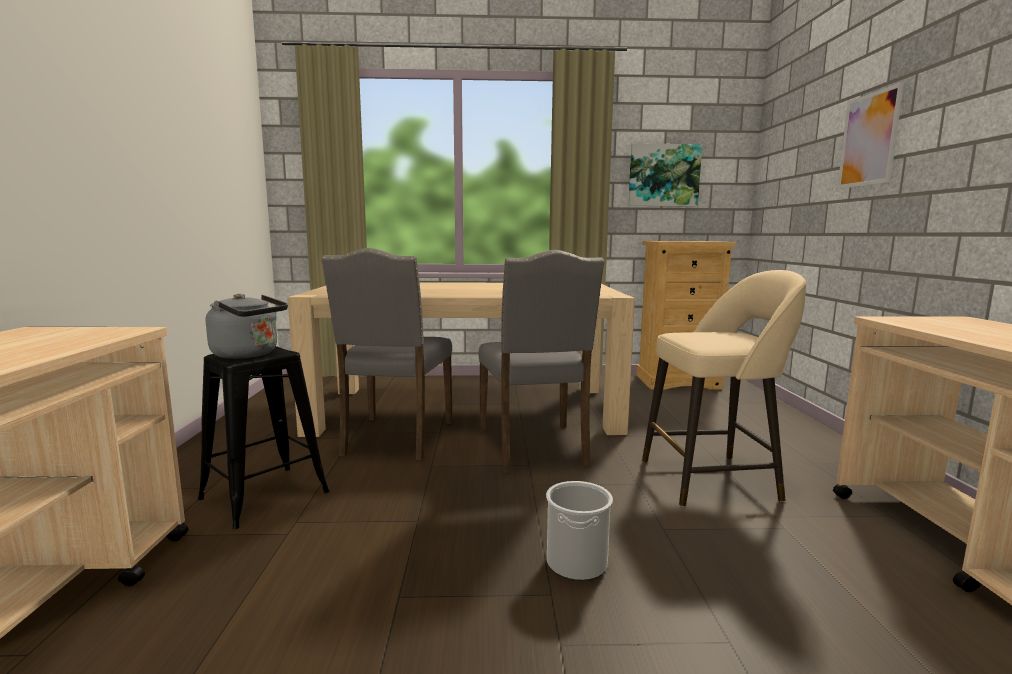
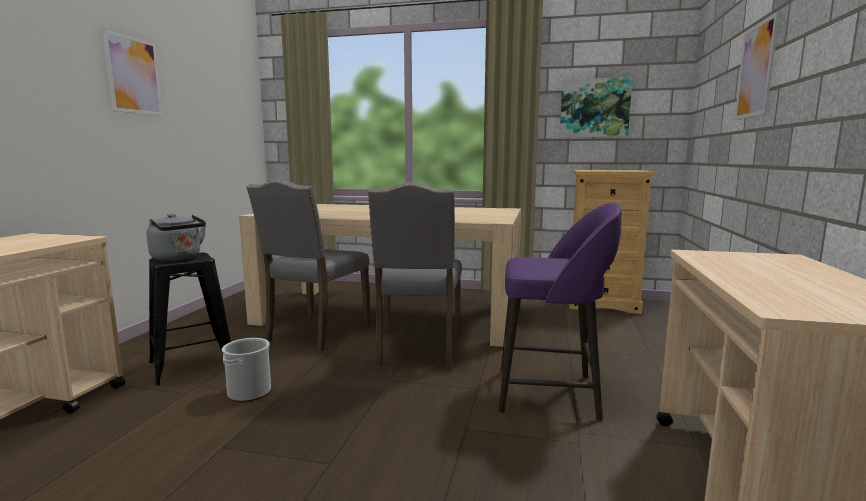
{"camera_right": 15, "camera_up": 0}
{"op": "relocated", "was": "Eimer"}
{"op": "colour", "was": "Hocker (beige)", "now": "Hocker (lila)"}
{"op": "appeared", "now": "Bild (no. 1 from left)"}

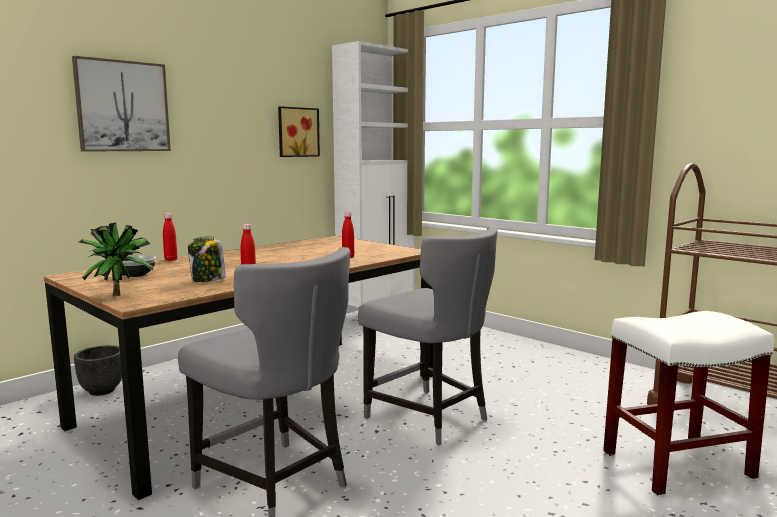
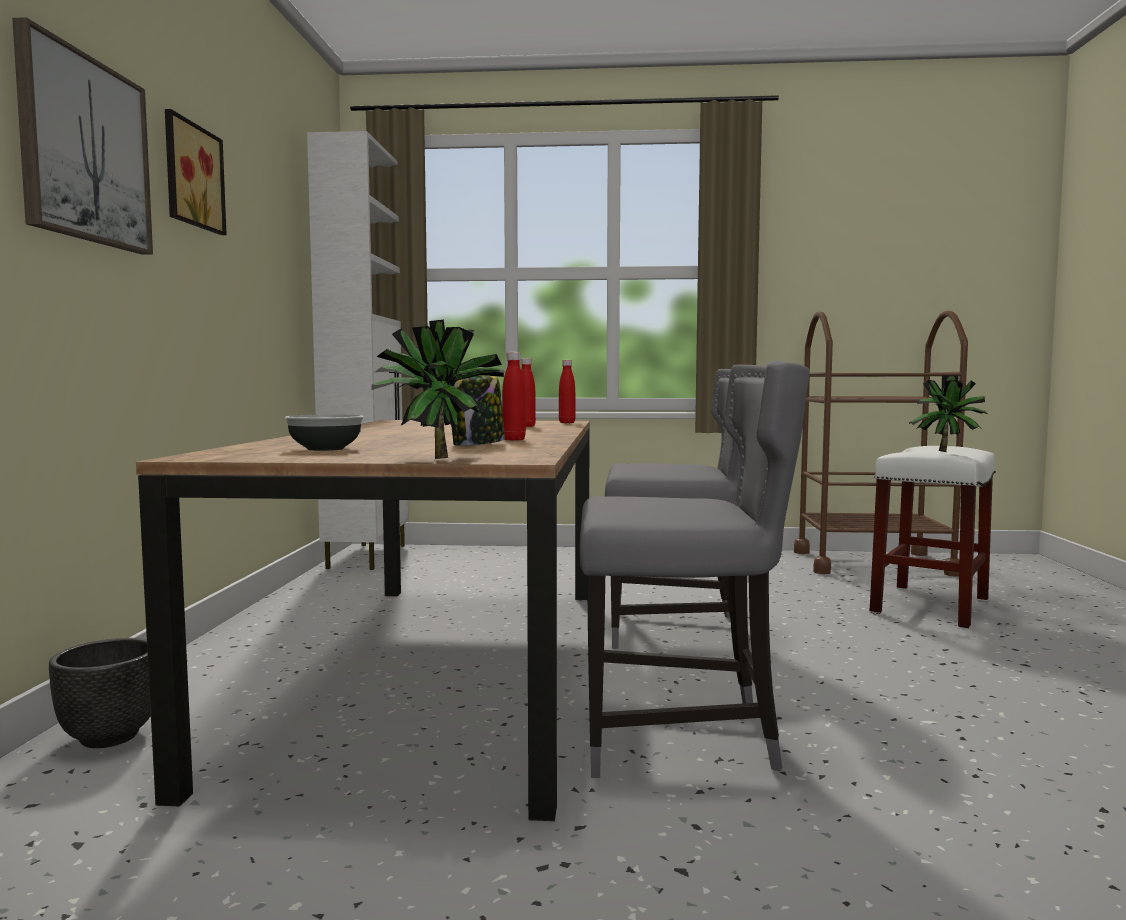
{"camera_right": -40, "camera_up": -5}
{"op": "relocated", "was": "Flasche (rot) (no. 1 from left in the first image)", "now": "Flasche (rot) (no. 3 from left)"}
{"op": "relocated", "was": "Bild (no. 2 from left)"}
{"op": "appeared", "now": "Topfpflanze (no. 2 from left)"}

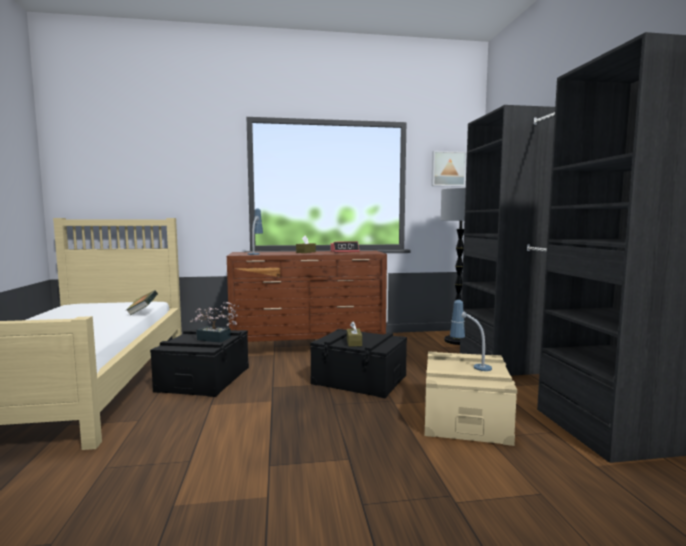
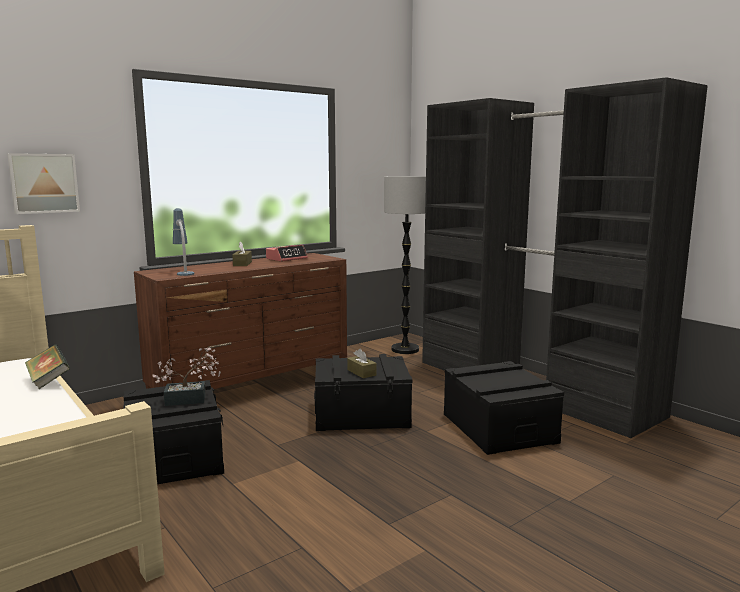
{"camera_right": -30, "camera_up": 5}
{"op": "colour", "was": "Aufbewahrungsbox (beige)", "now": "Aufbewahrungsbox (schwarz) (no. 3 from left)"}
{"op": "relocated", "was": "Bild"}
{"op": "missing", "was": "Tischlampe (no. 2 from left)"}

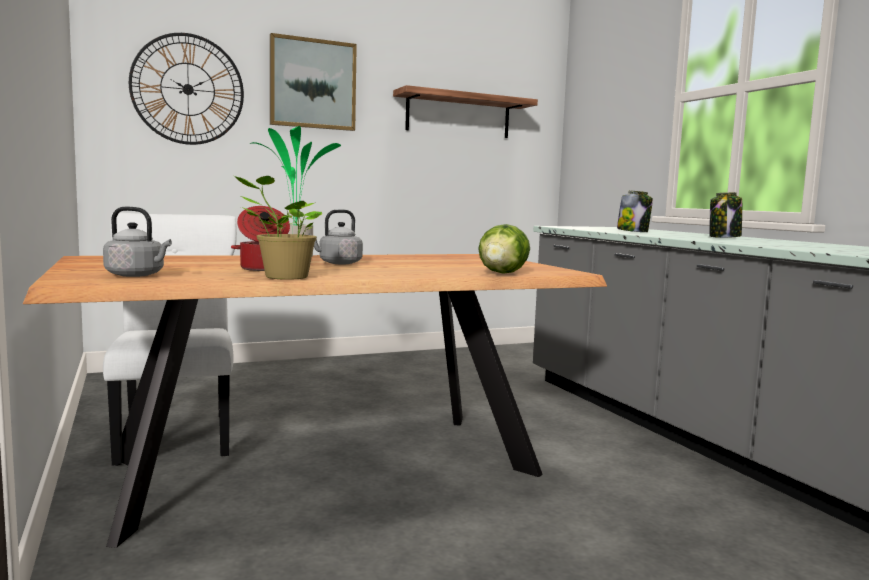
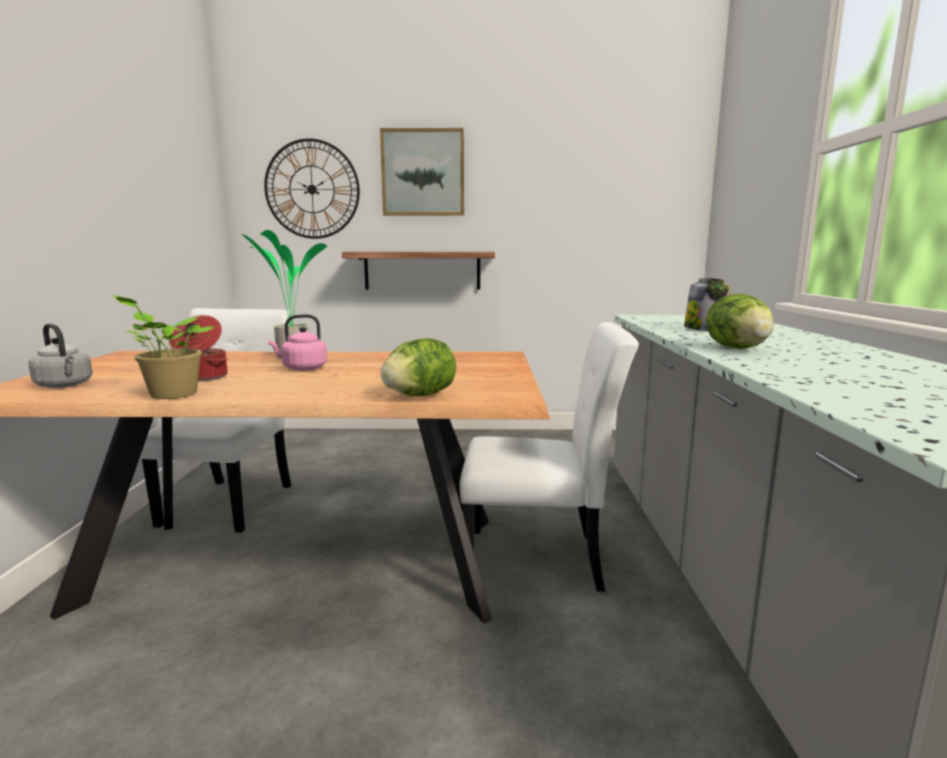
{"camera_right": 25, "camera_up": 5}
{"op": "colour", "was": "Wasserkessel (grau) (no. 2 from left)", "now": "Wasserkessel (rosa)"}
{"op": "relocated", "was": "Wandregal"}
{"op": "missing", "was": "Vorratsglas (no. 2 from left)"}
{"op": "appeared", "now": "Stuhl (weiß) (no. 2 from left)"}
{"op": "appeared", "now": "Salatkopf (no. 2 from left)"}

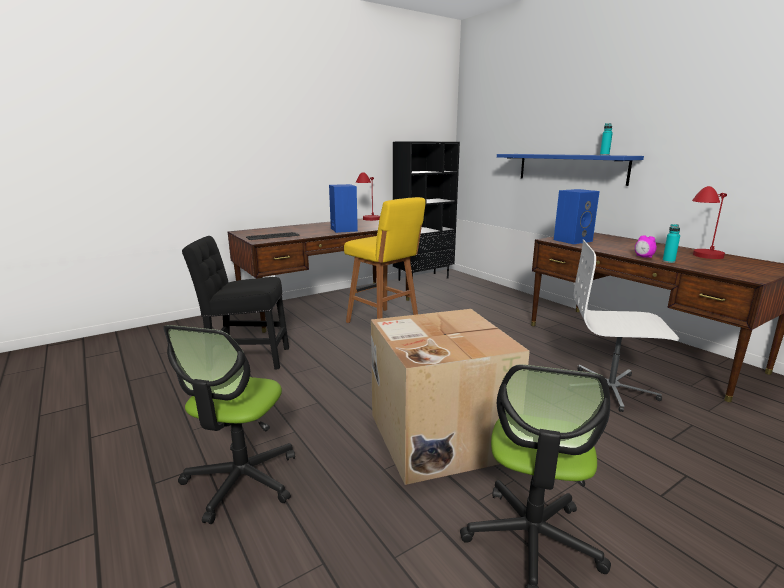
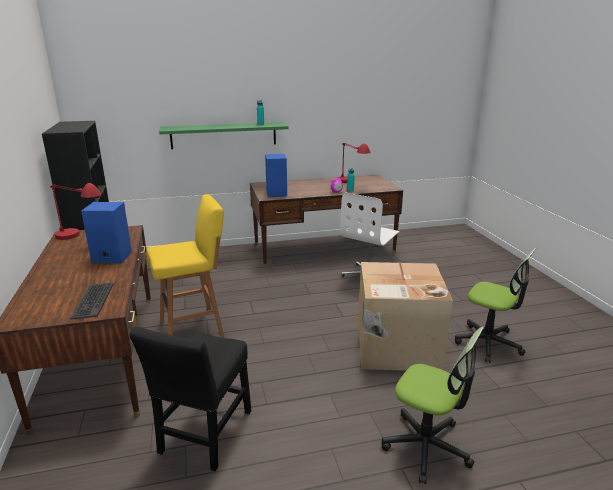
{"camera_right": -70, "camera_up": 5}
{"op": "colour", "was": "Wandregal (blau)", "now": "Wandregal (grün)"}

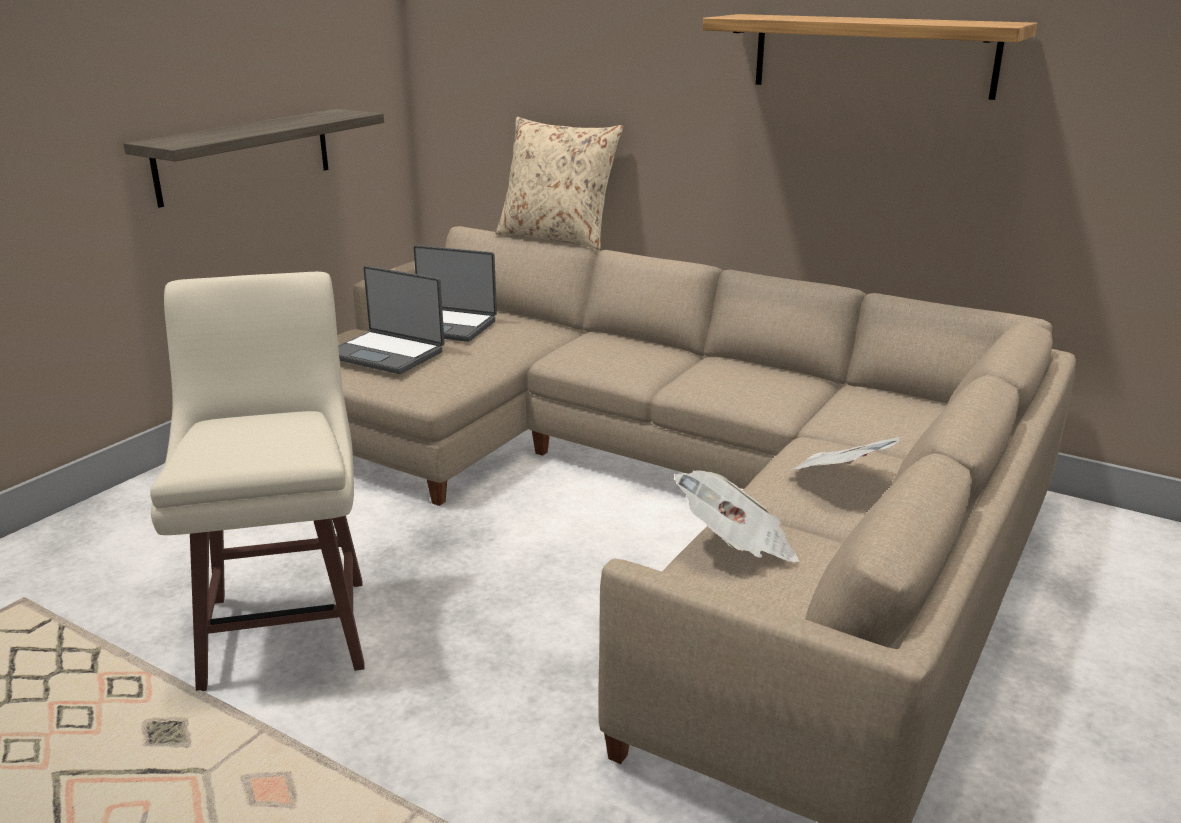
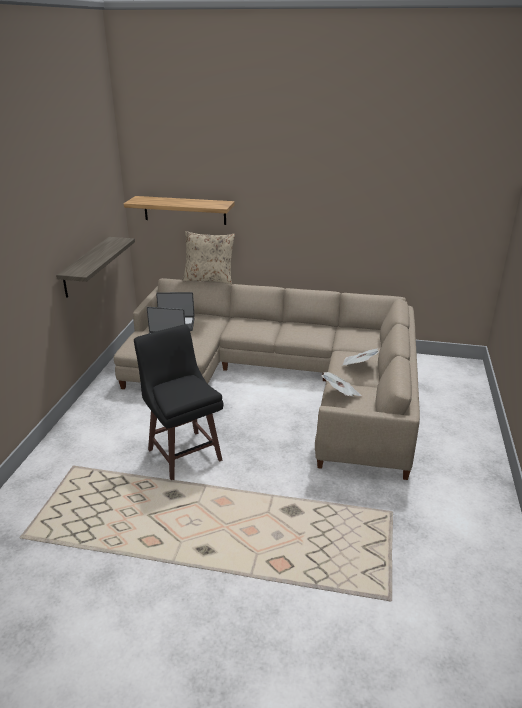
{"camera_right": -20, "camera_up": 5}
{"op": "colour", "was": "Hocker (beige)", "now": "Hocker (schwarz)"}
{"op": "relocated", "was": "Wandregal (no. 2 from left)"}

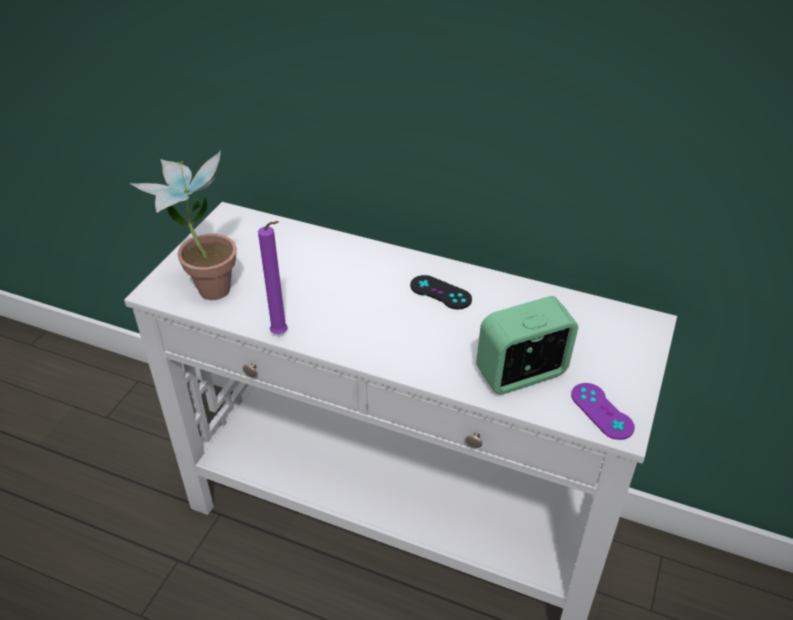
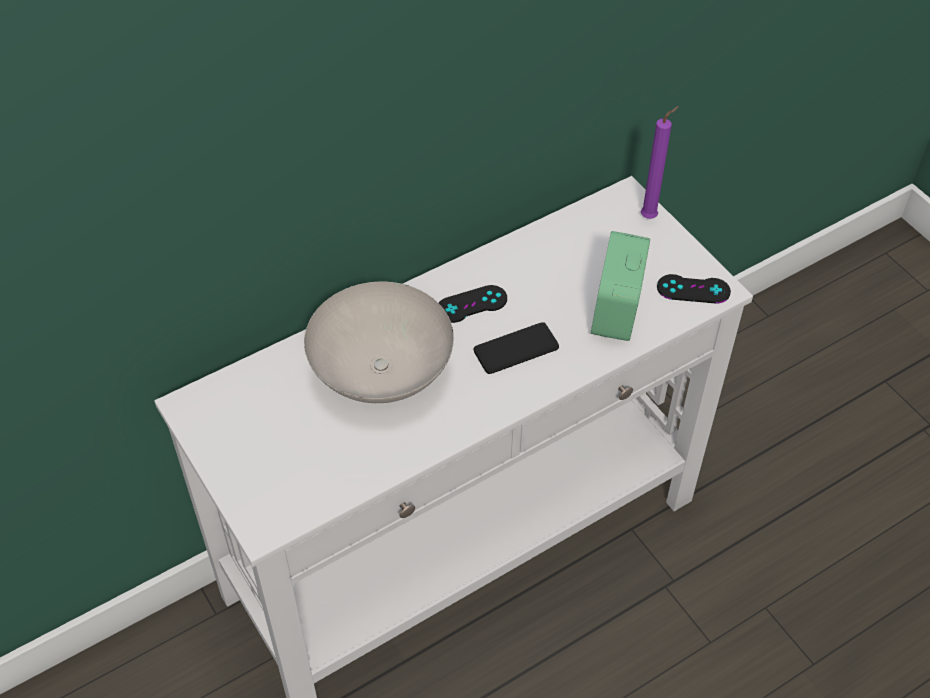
{"camera_right": -55, "camera_up": 10}
{"op": "missing", "was": "Topfpflanze"}
{"op": "relocated", "was": "Kerze (lila)"}
{"op": "colour", "was": "Gamepad (lila)", "now": "Gamepad (schwarz) (no. 2 from left)"}
{"op": "appeared", "now": "Schüssel (weiß)"}
{"op": "appeared", "now": "Handy"}

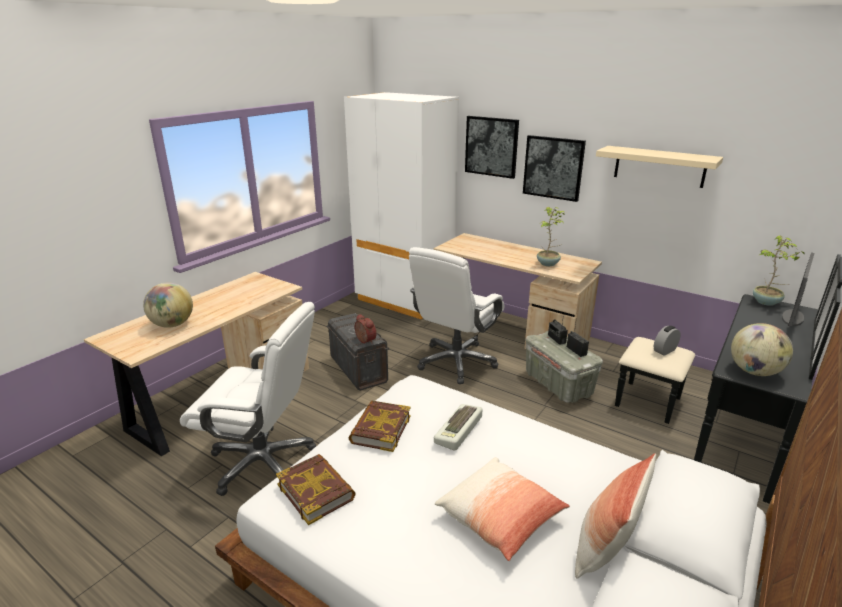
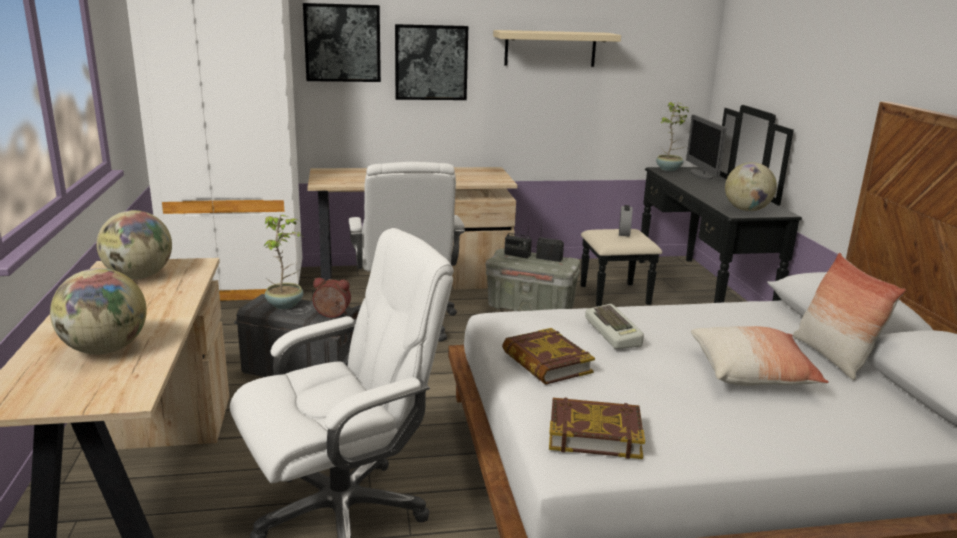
{"camera_right": -45, "camera_up": -5}
{"op": "relocated", "was": "Topfpflanze (no. 1 from left)"}
{"op": "appeared", "now": "Globus (no. 2 from left)"}

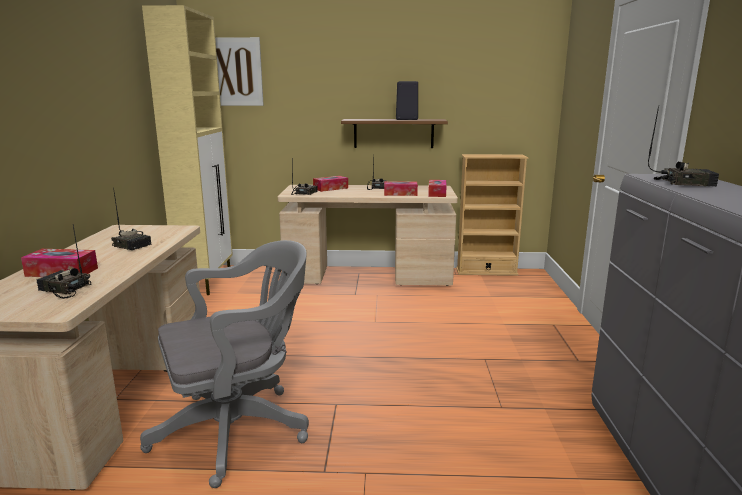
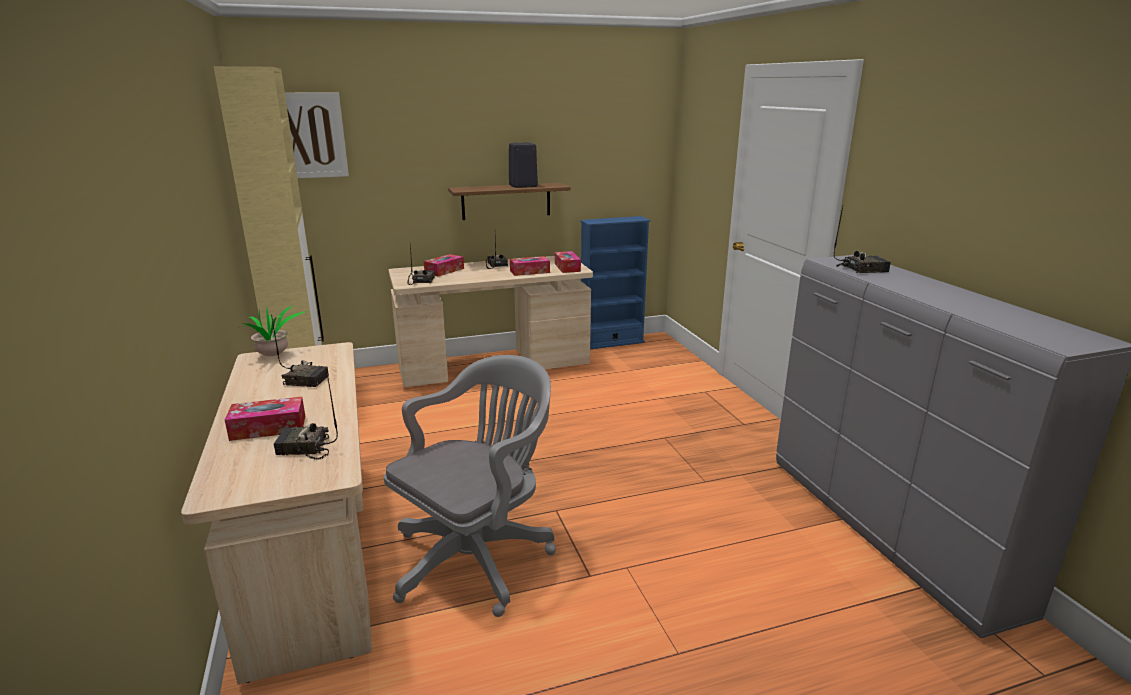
{"camera_right": -20, "camera_up": 5}
{"op": "colour", "was": "Bücherregal (beige)", "now": "Bücherregal (blau)"}
{"op": "appeared", "now": "Topfpflanze"}

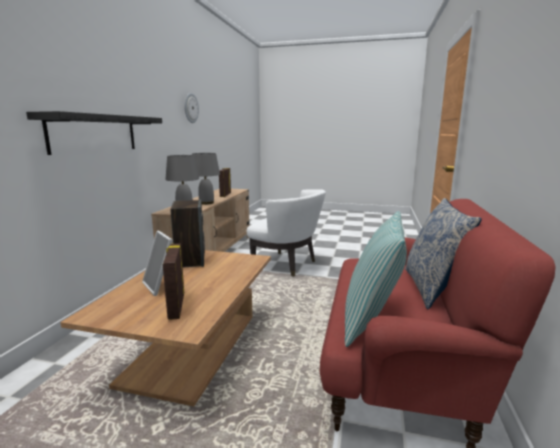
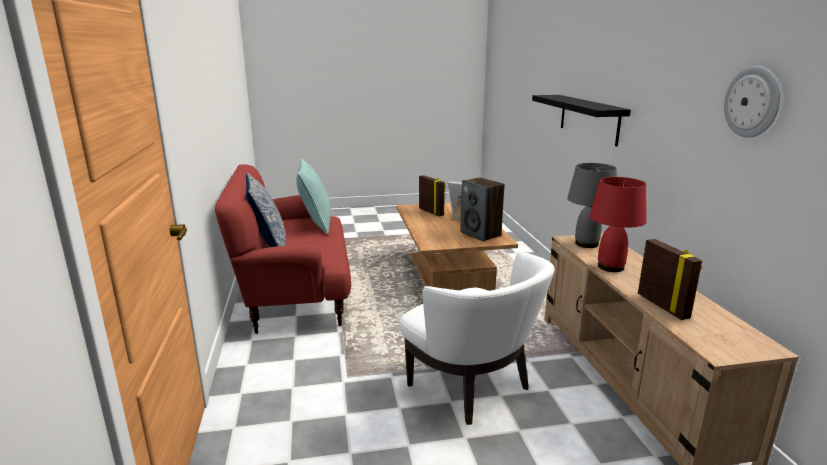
{"camera_right": 155, "camera_up": 5}
{"op": "colour", "was": "Tischlampe (grau) (no. 2 from left)", "now": "Tischlampe (rot)"}
{"op": "spun", "was": "Sessel (weiß)", "clockwise": -135}

